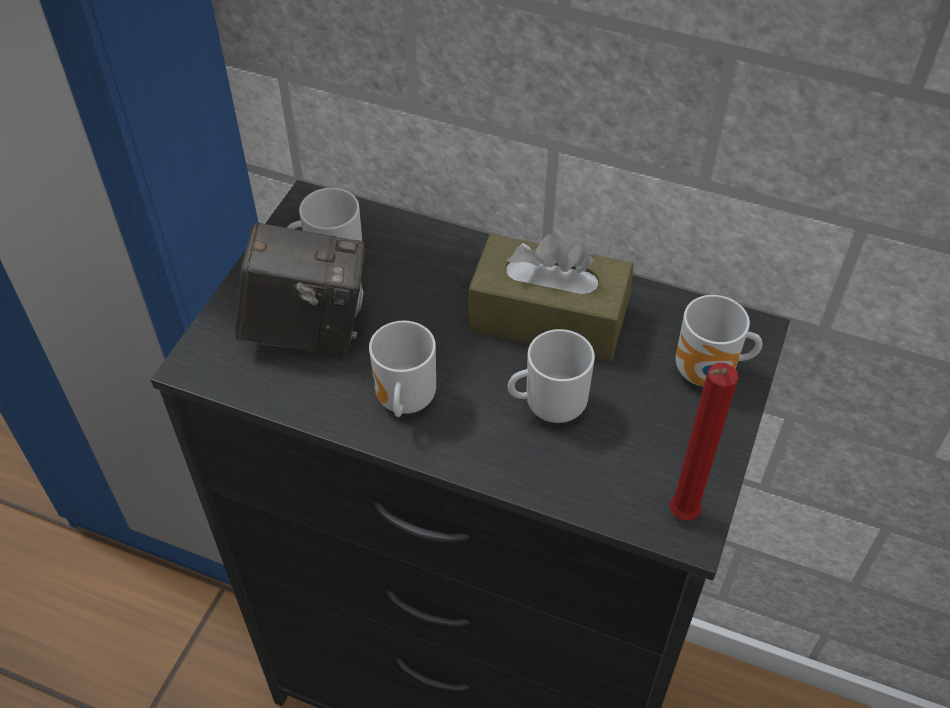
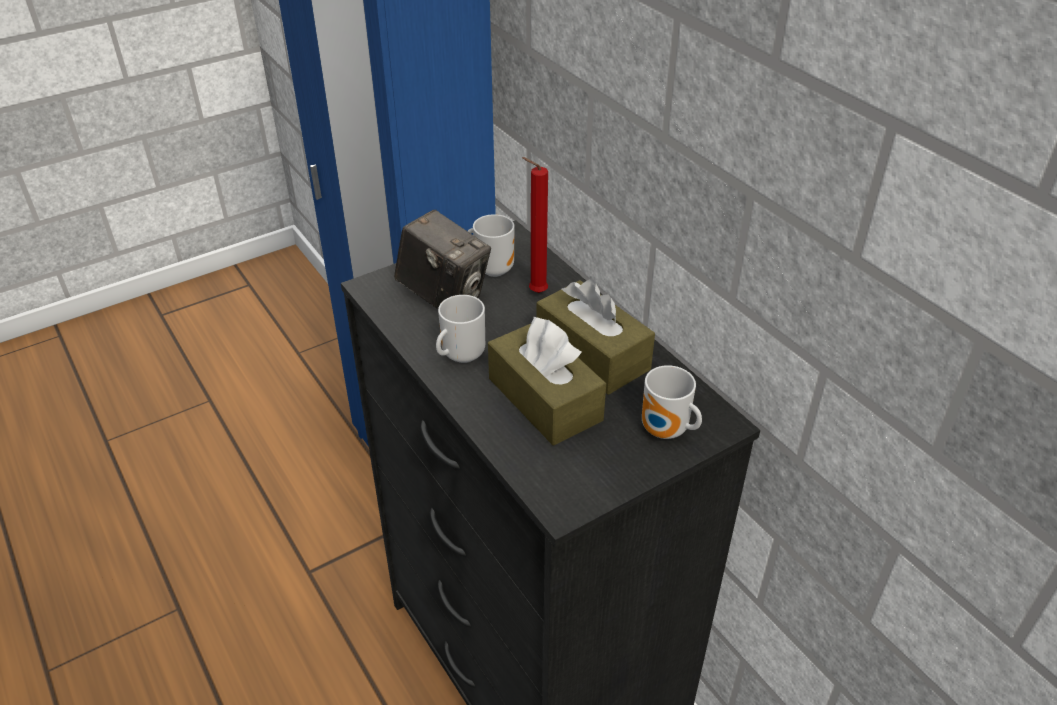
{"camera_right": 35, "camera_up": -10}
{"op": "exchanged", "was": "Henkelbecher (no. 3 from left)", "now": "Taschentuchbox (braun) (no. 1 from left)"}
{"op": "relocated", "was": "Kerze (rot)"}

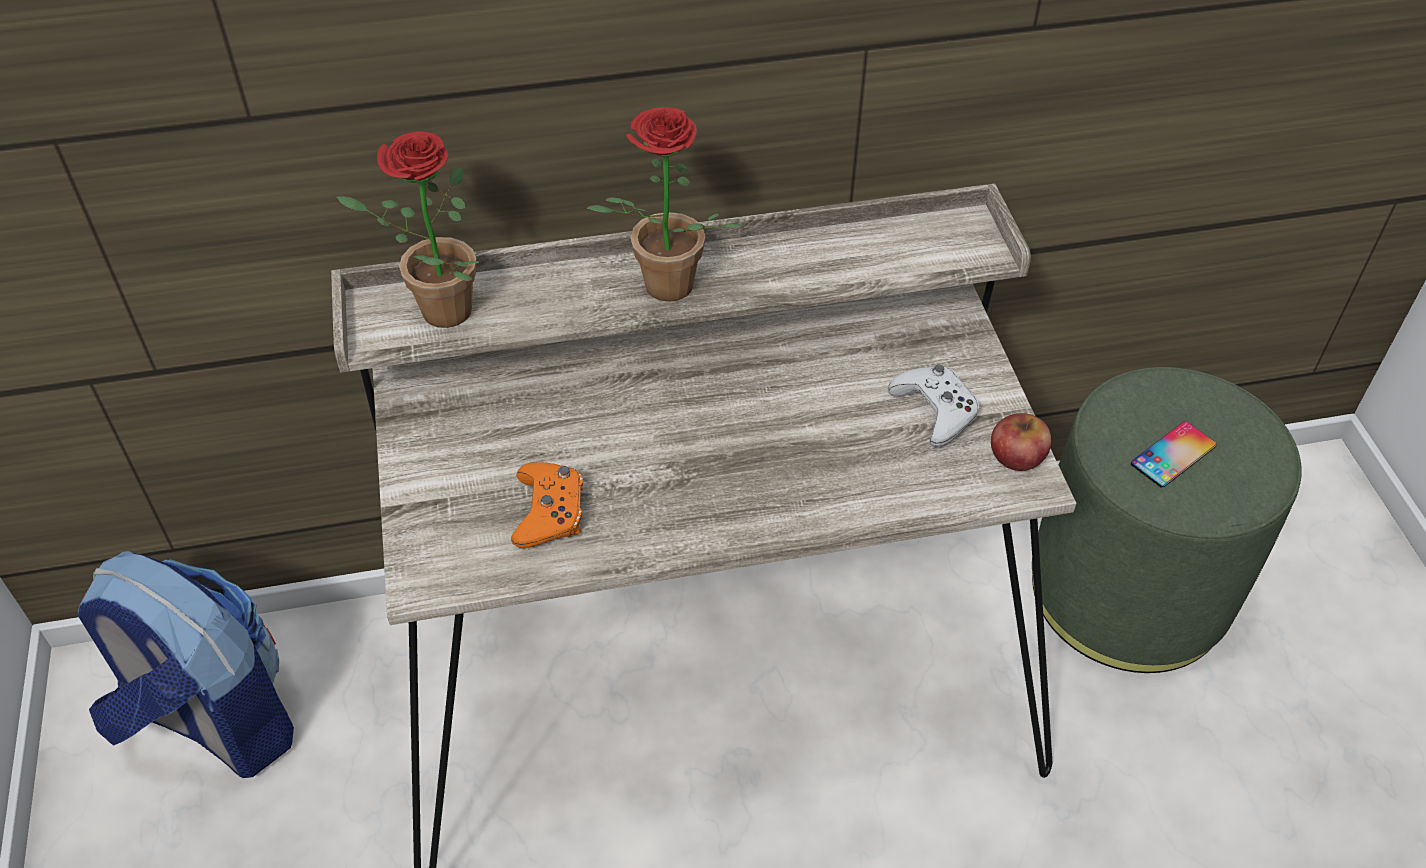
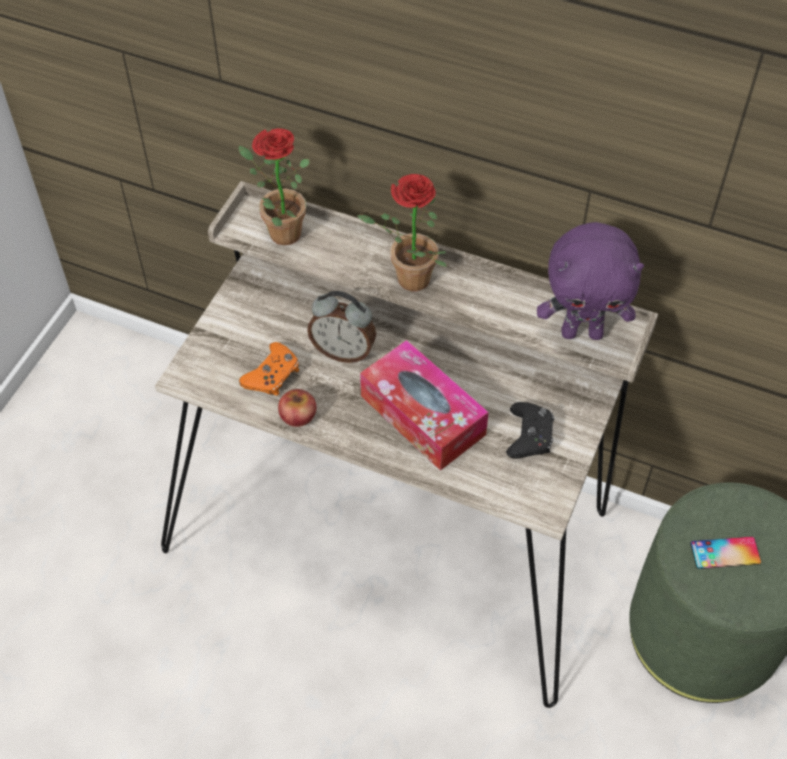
{"camera_right": 35, "camera_up": 5}
{"op": "missing", "was": "Rucksack"}
{"op": "colour", "was": "Gamepad (weiß)", "now": "Gamepad (schwarz)"}
{"op": "relocated", "was": "Apfel"}
{"op": "appeared", "now": "Wecker"}
{"op": "appeared", "now": "Taschentuchbox"}
{"op": "appeared", "now": "Plüschtier (lila)"}

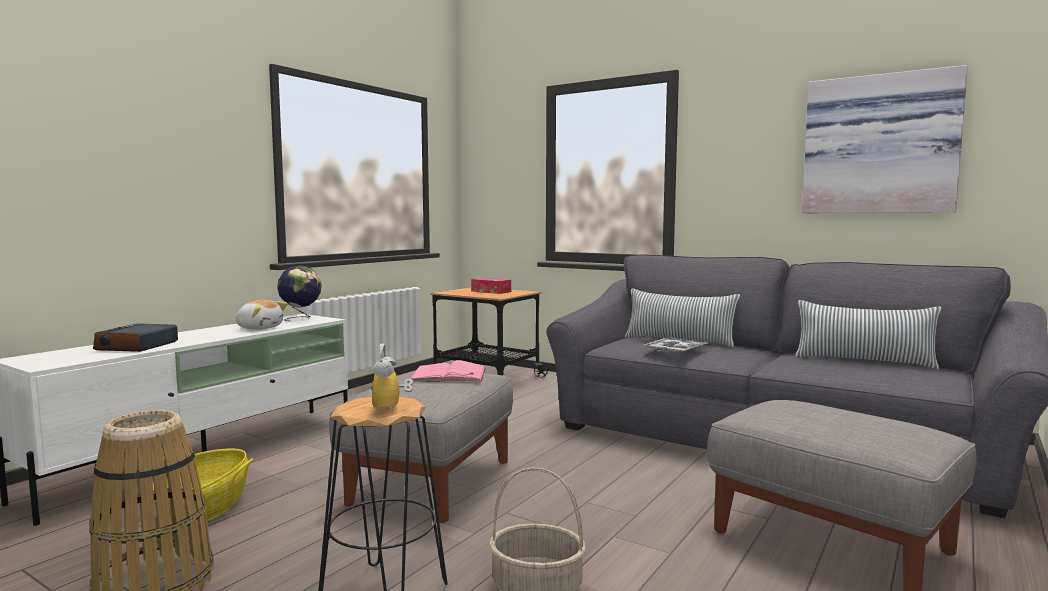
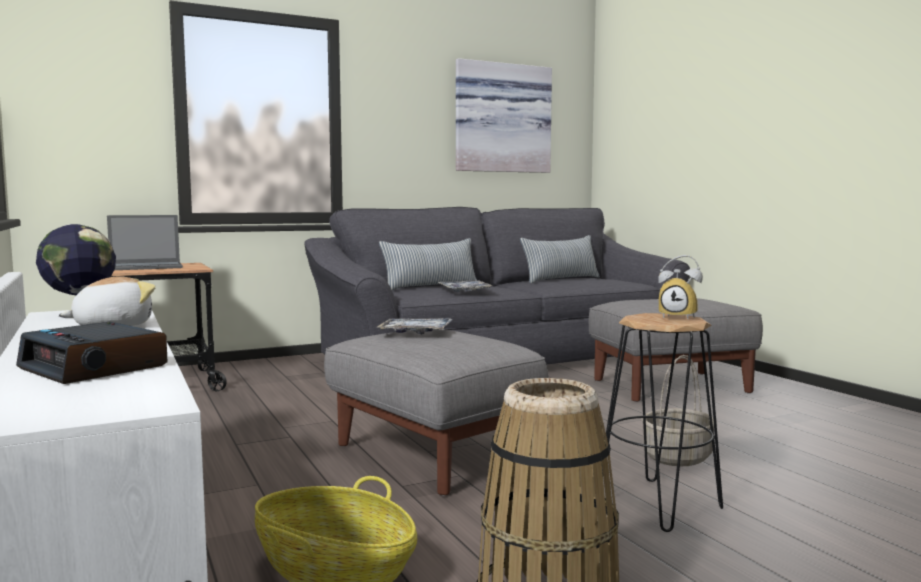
{"camera_right": -60, "camera_up": 0}
{"op": "exchanged", "was": "Buch (rosa)", "now": "Tablett (no. 1 from left)"}
{"op": "exchanged", "was": "Taschentuchbox", "now": "Laptop"}

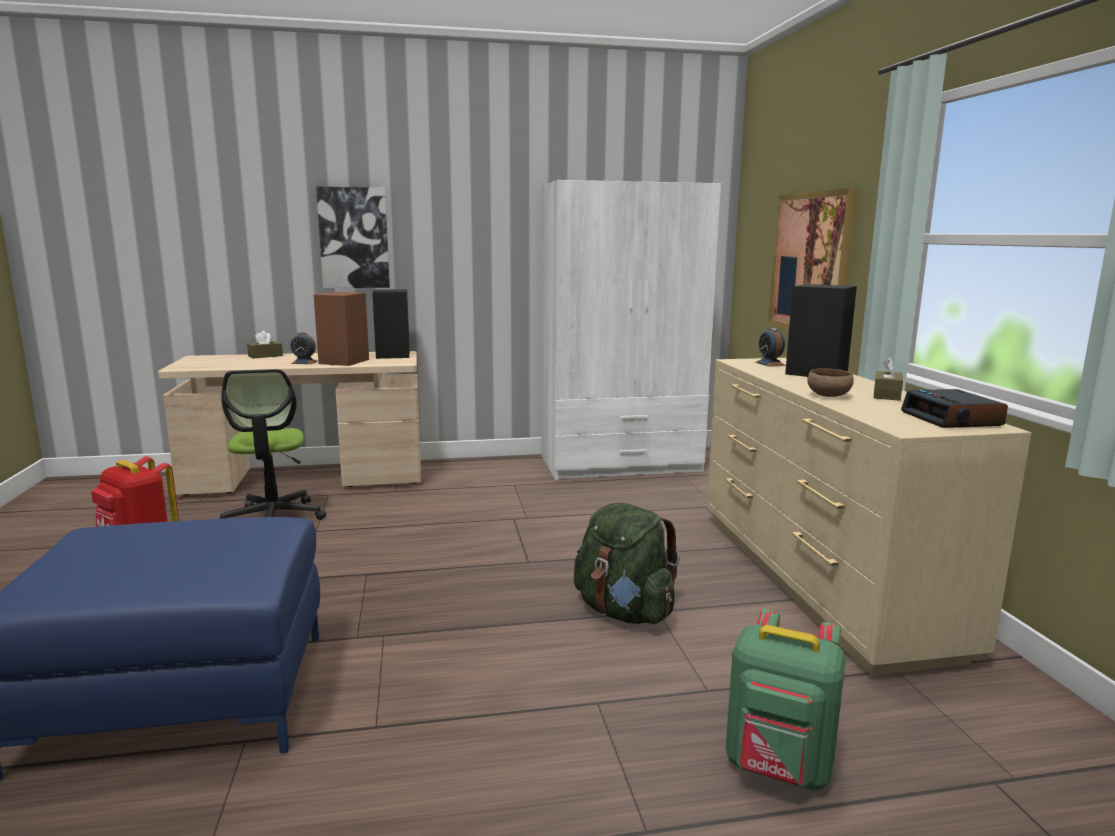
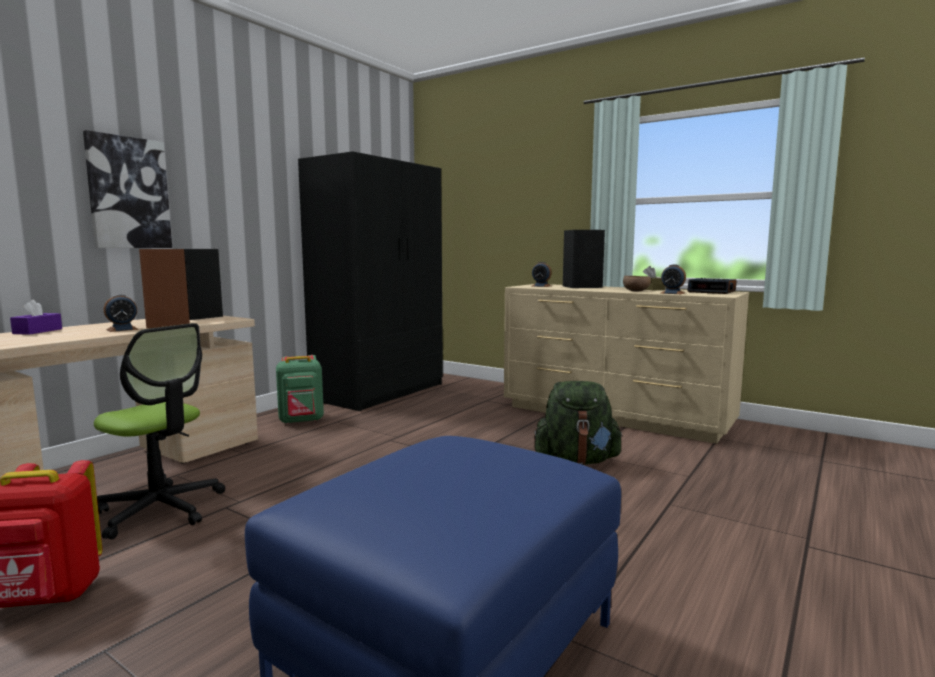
{"camera_right": -45, "camera_up": -5}
{"op": "colour", "was": "Taschentuchbox (braun) (no. 1 from left)", "now": "Taschentuchbox (lila)"}
{"op": "colour", "was": "Kleiderschrank (weiß)", "now": "Kleiderschrank (schwarz)"}
{"op": "relocated", "was": "Rucksack (grün) (no. 2 from left in the first image)", "now": "Rucksack (grün) (no. 1 from left)"}
{"op": "missing", "was": "Bild (no. 2 from left)"}
{"op": "appeared", "now": "Wecker (no. 3 from left)"}

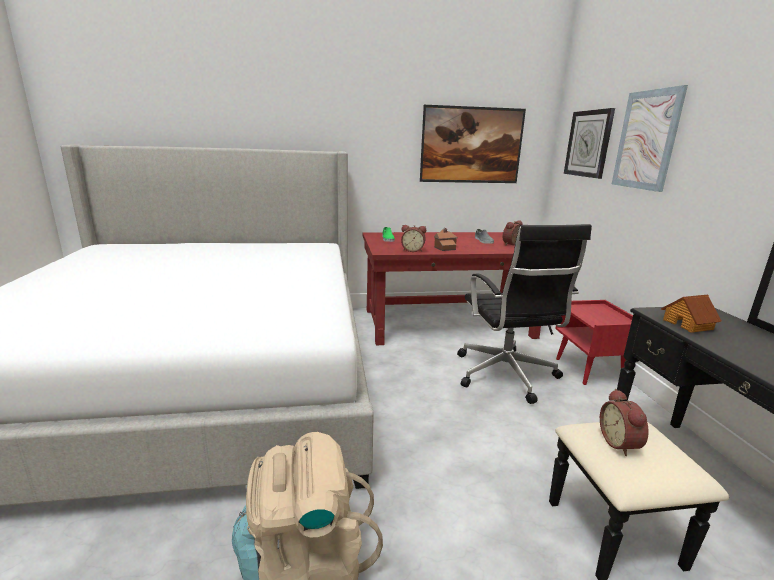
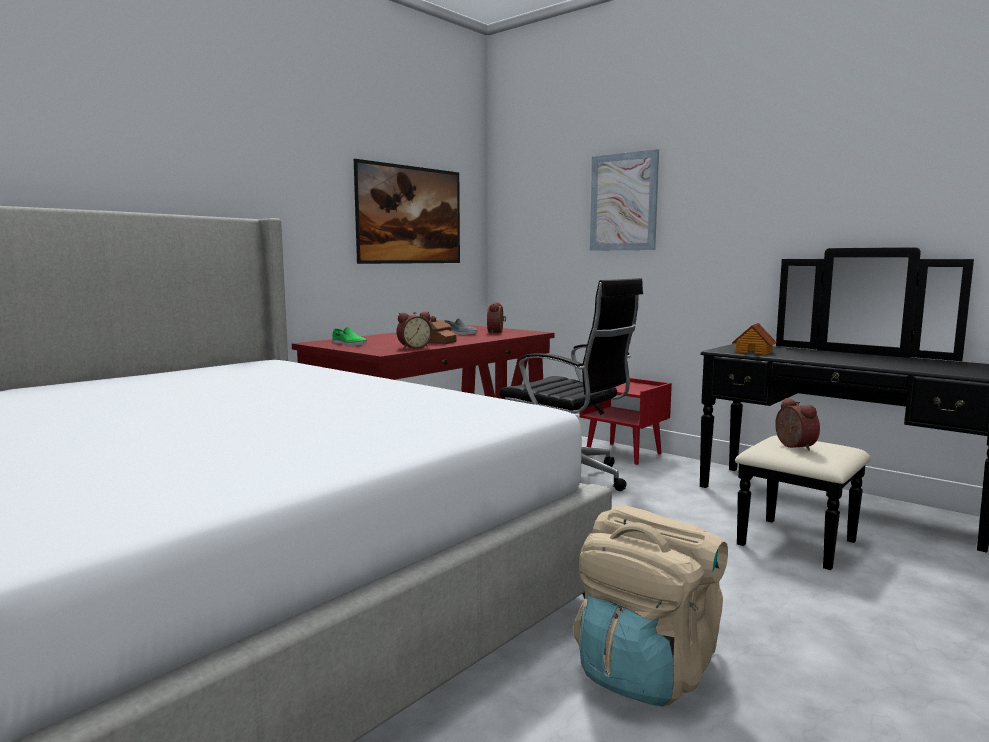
{"camera_right": -40, "camera_up": -10}
{"op": "missing", "was": "Wanduhr"}
{"op": "spun", "was": "Wecker (no. 3 from left)", "clockwise": -150}

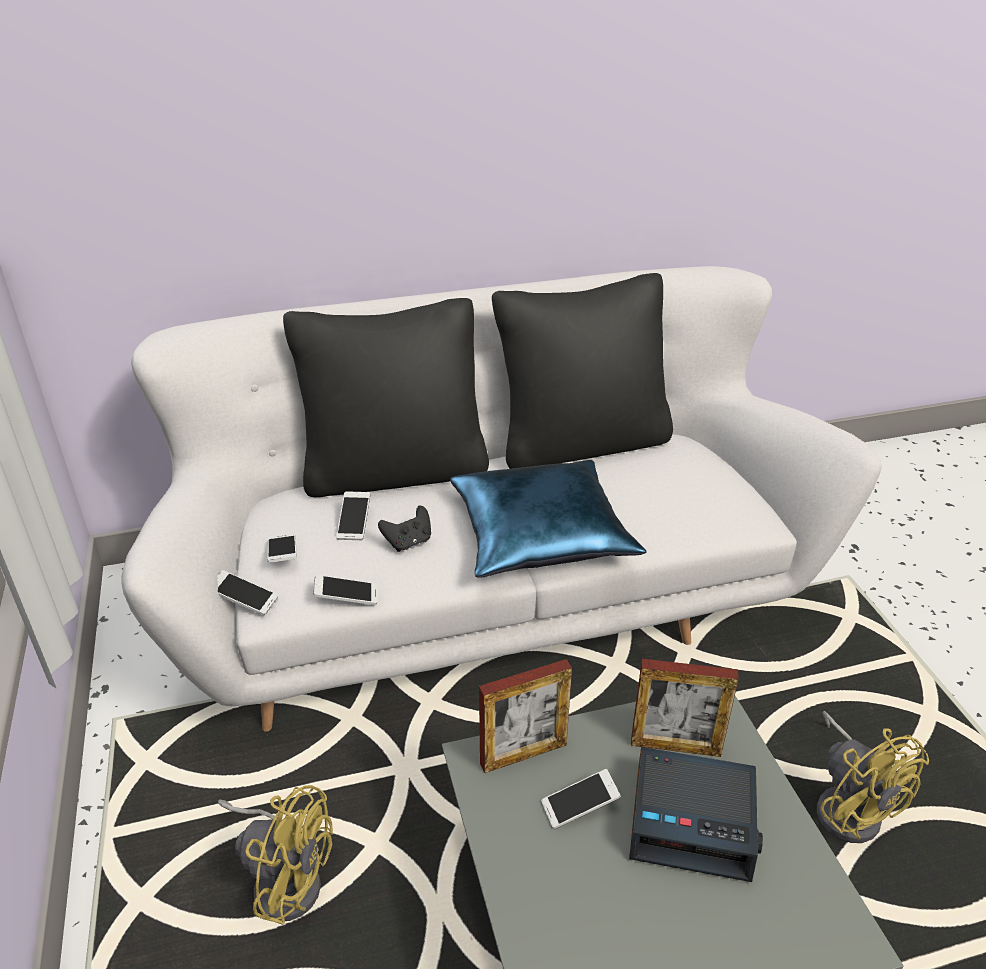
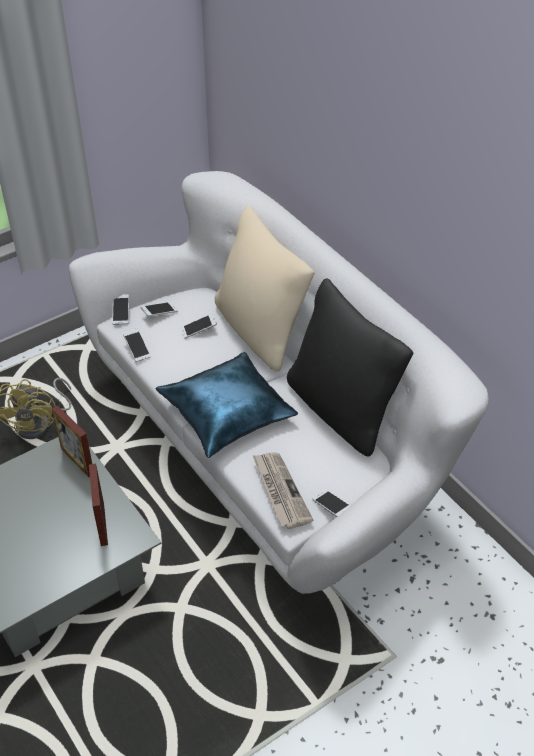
{"camera_right": 70, "camera_up": 10}
{"op": "colour", "was": "Kissen (schwarz) (no. 1 from left)", "now": "Kissen (beige)"}
{"op": "missing", "was": "Gamepad (schwarz)"}
{"op": "relocated", "was": "Handy (no. 5 from left)"}
{"op": "missing", "was": "Wecker"}
{"op": "missing", "was": "Ventilator (gelb) (no. 2 from left)"}
{"op": "appeared", "now": "Zeitung"}

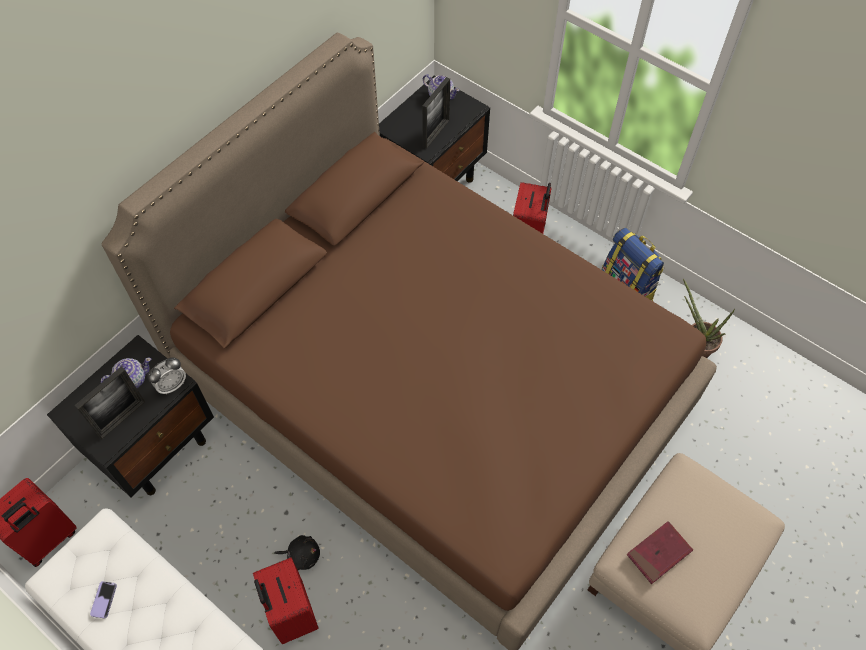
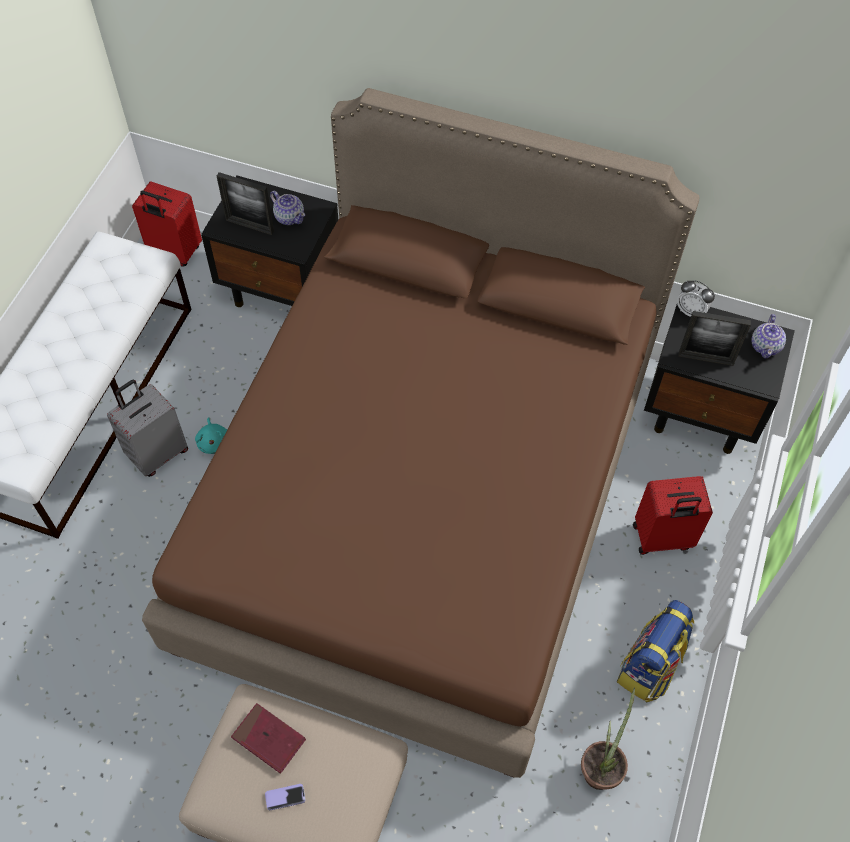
{"camera_right": 70, "camera_up": 0}
{"op": "relocated", "was": "Handy"}
{"op": "relocated", "was": "Wecker"}
{"op": "colour", "was": "Koffer (rot) (no. 2 from left)", "now": "Koffer (grau)"}
{"op": "colour", "was": "Plüschtier (schwarz)", "now": "Plüschtier (türkis)"}

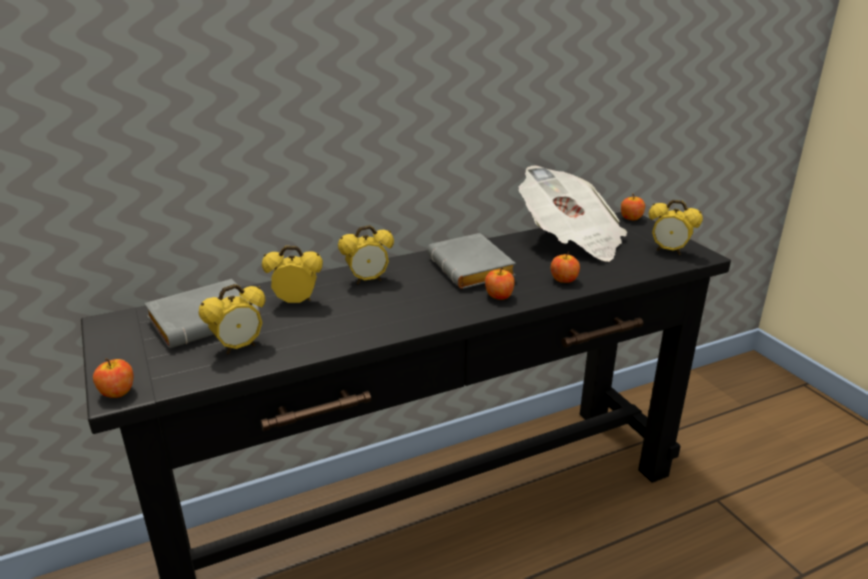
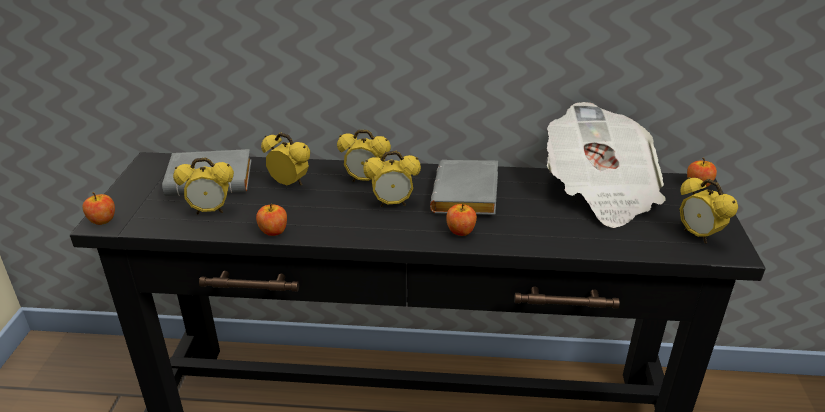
{"camera_right": 30, "camera_up": 5}
{"op": "relocated", "was": "Apfel (no. 3 from left in the first image)", "now": "Apfel (no. 2 from left)"}
{"op": "appeared", "now": "Wecker (no. 4 from left)"}

